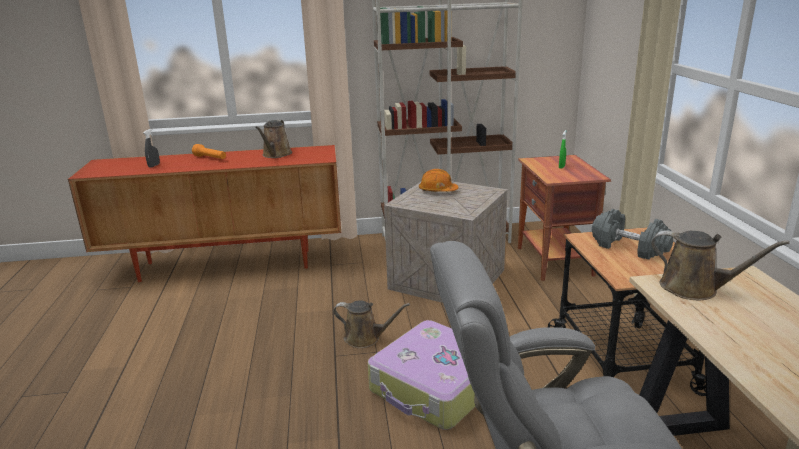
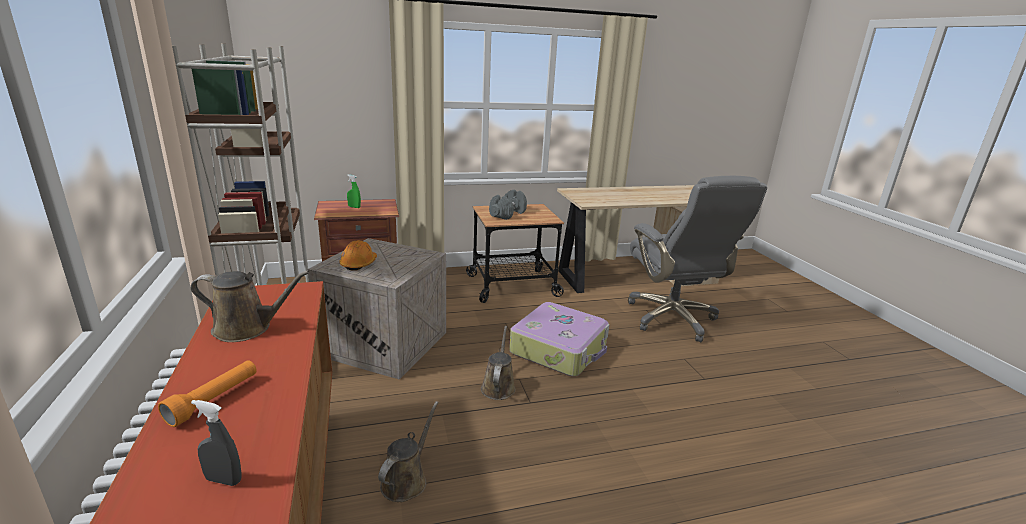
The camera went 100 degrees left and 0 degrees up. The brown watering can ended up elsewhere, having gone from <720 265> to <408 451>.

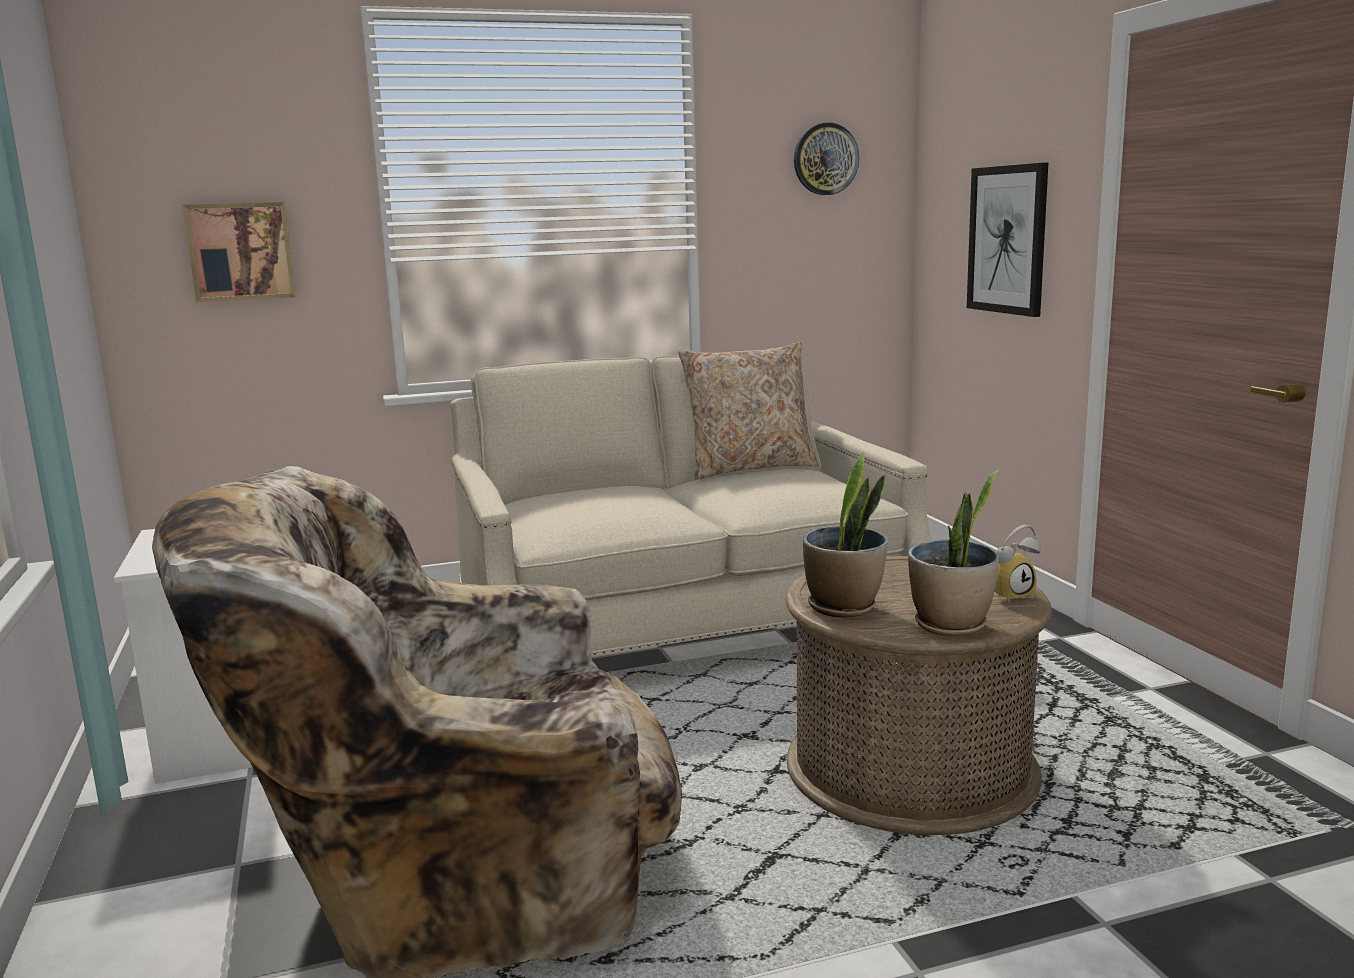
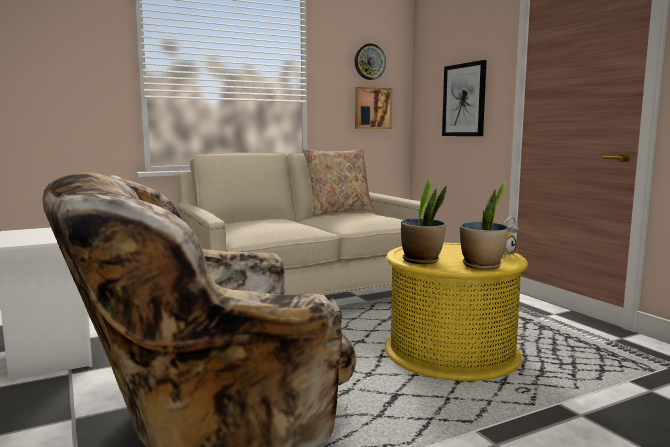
The camera went 10 degrees left and 5 degrees down. The picture ended up elsewhere, having gone from <239 252> to <373 108>. What was the brown coffee table at <919 695> turned into the yellow coffee table at <456 312>.

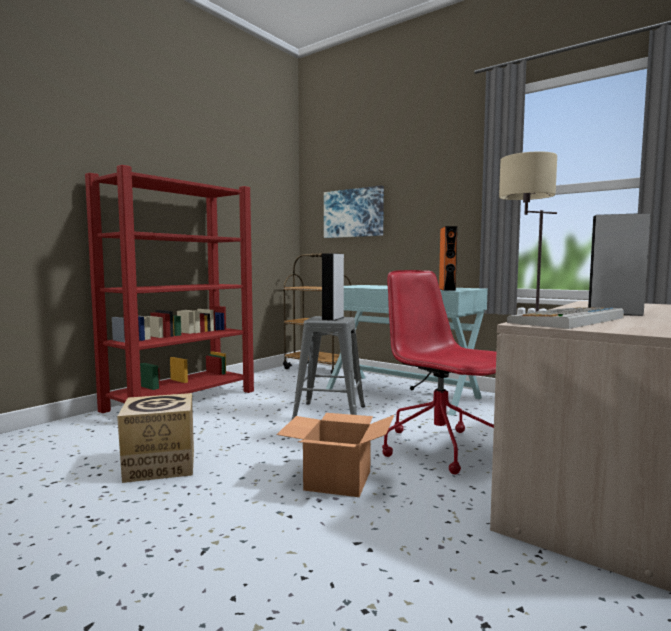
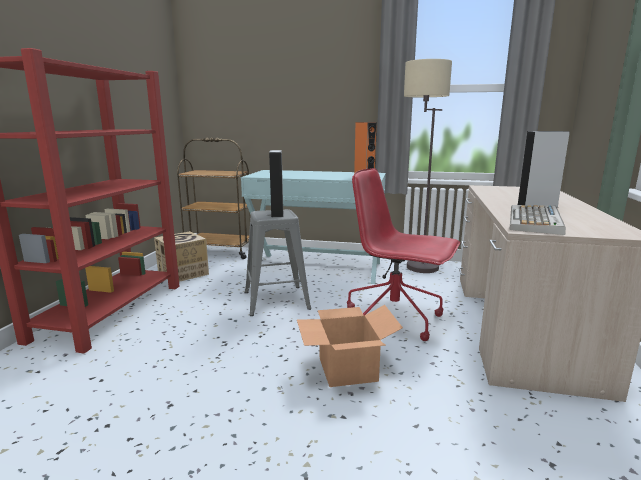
The camera went 25 degrees left and 10 degrees up. The second view lost the picture at <354 212>. The cardboard box ended up elsewhere, having gone from <155 438> to <181 256>.

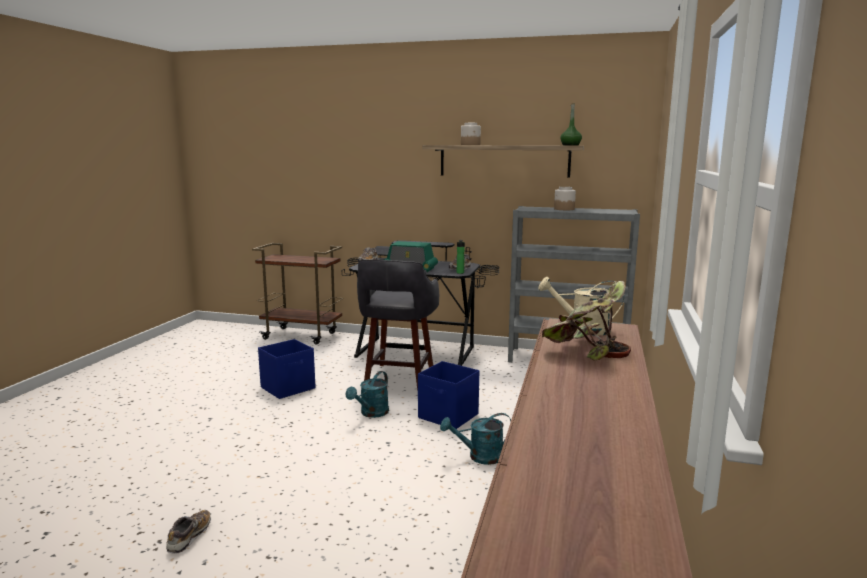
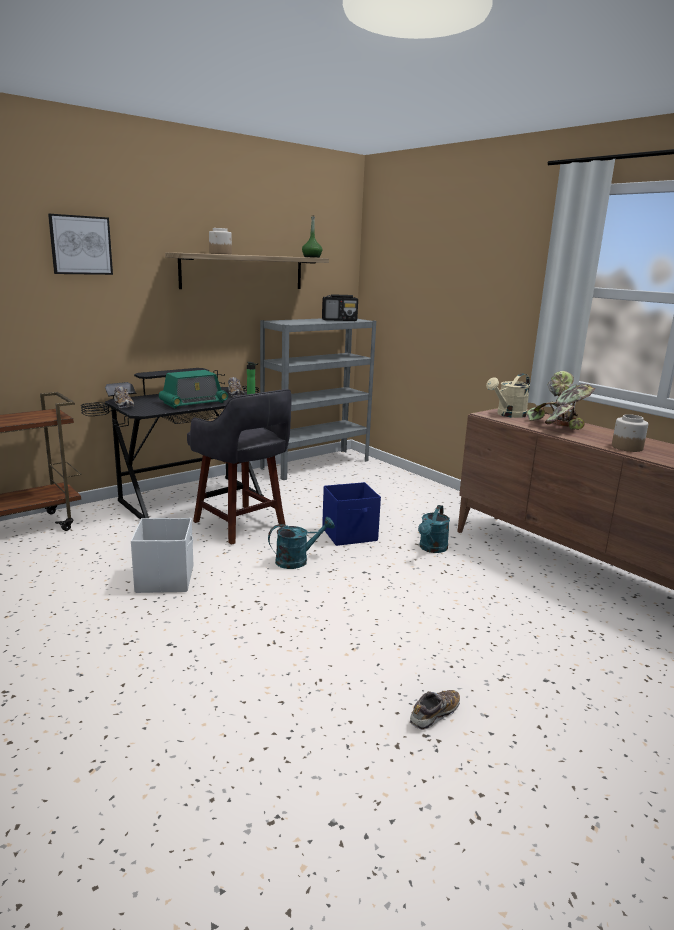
The camera went 55 degrees left and 5 degrees up. The second view gained the picture at <80 244>. The second view gained the radio at <340 307>. The jar ended up elsewhere, having gone from <565 198> to <630 433>. What was the blue storage box at <286 369> turned into the white storage box at <162 555>. The shoe at <188 532> ended up facing another way, 90 degrees clockwise from before. The turquoise watering can at <367 394> ended up facing another way, 90 degrees counterclockwise from before.

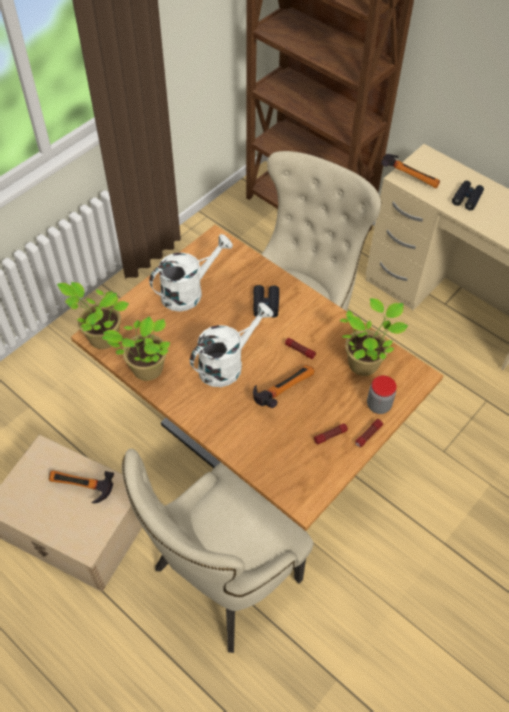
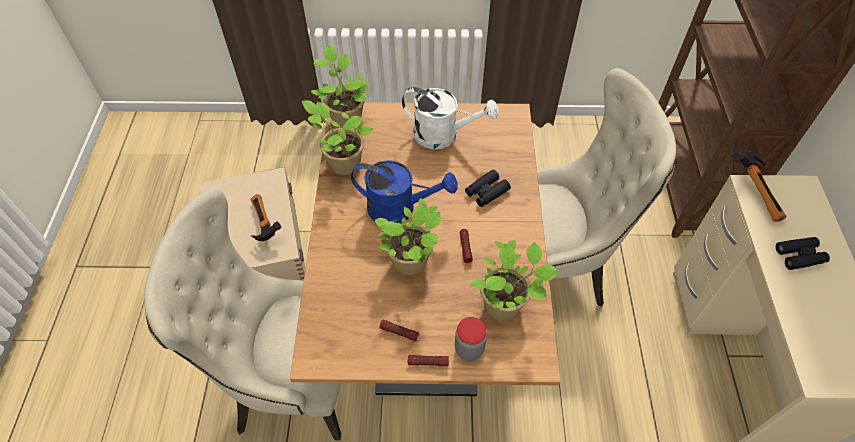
The camera went 50 degrees right and 0 degrees up. Where the hammer stood at <284 386>, the potted plant came to stand at <407 236>. What was the white watering can at <231 345> turned into the blue watering can at <404 191>.

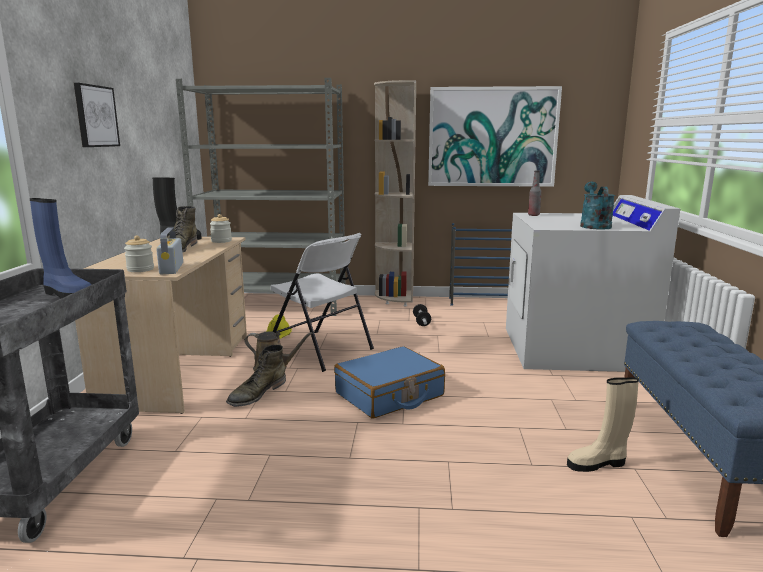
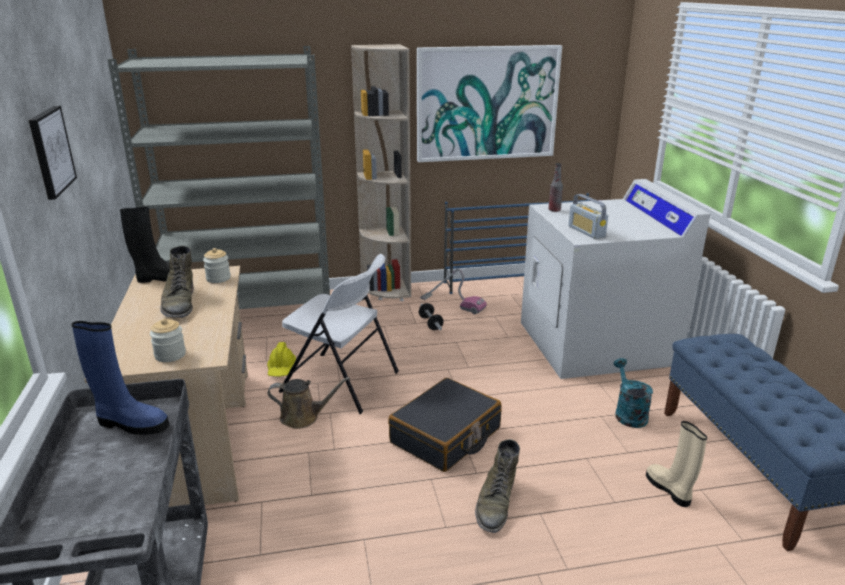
The camera went 15 degrees left and 10 degrees up. The second view gained the vacuum cleaner at <453 291>. The radio ended up elsewhere, having gone from <169 250> to <588 216>. The green boot ended up elsewhere, having gone from <256 376> to <497 486>. The turquoise watering can ended up elsewhere, having gone from <597 206> to <633 393>. What was the blue suitcase at <389 382> turned into the black suitcase at <445 425>. The beige boot at <603 424> ended up facing another way, 90 degrees clockwise from before.

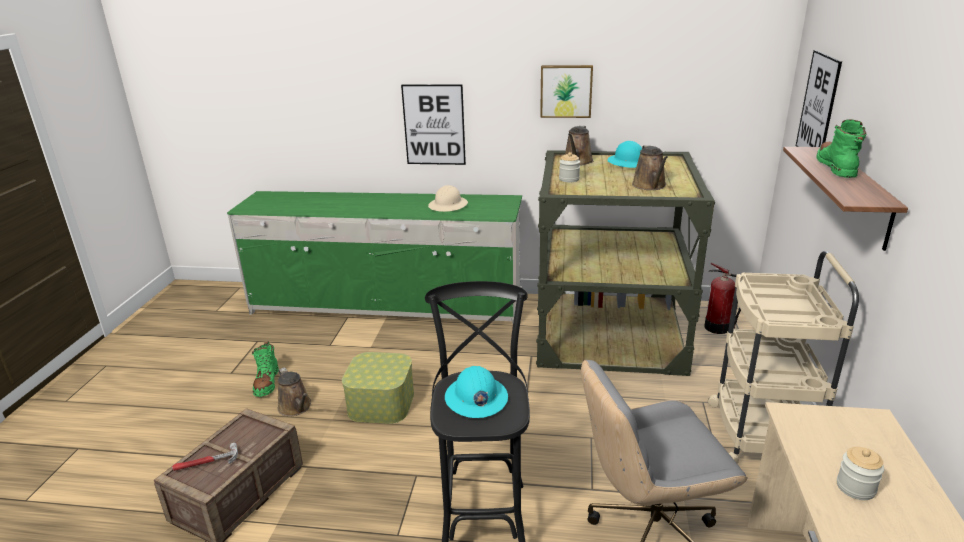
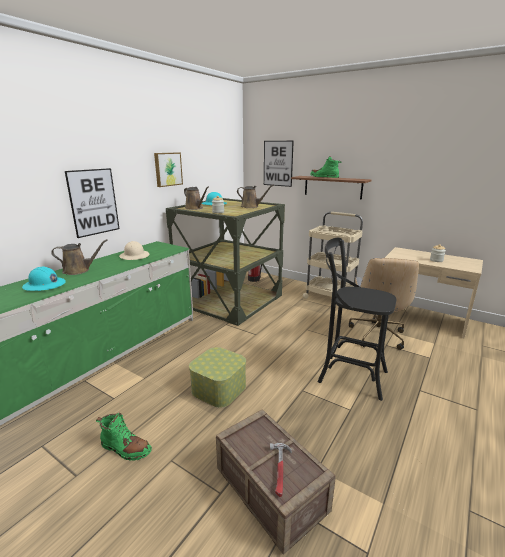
The camera went 65 degrees left and 5 degrees down. The brown watering can ended up elsewhere, having gone from <294 391> to <79 257>. The turquoise hard hat ended up elsewhere, having gone from <476 392> to <44 279>.

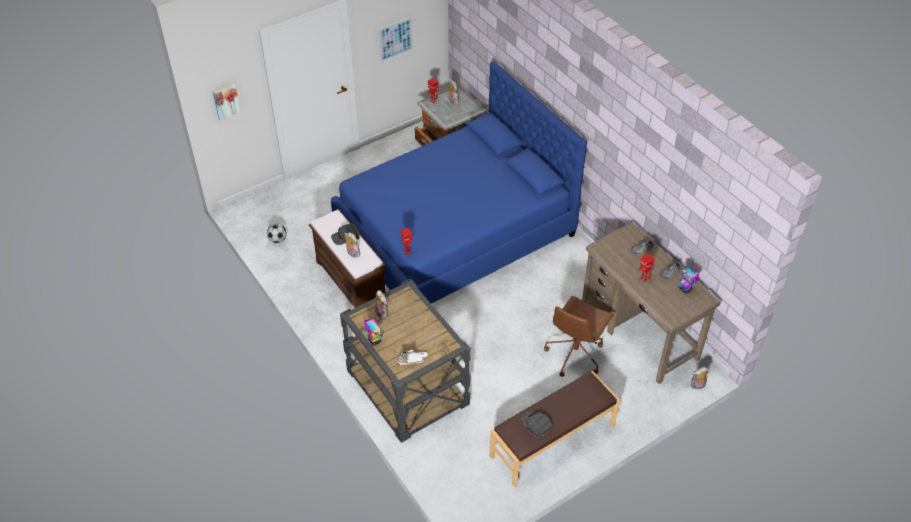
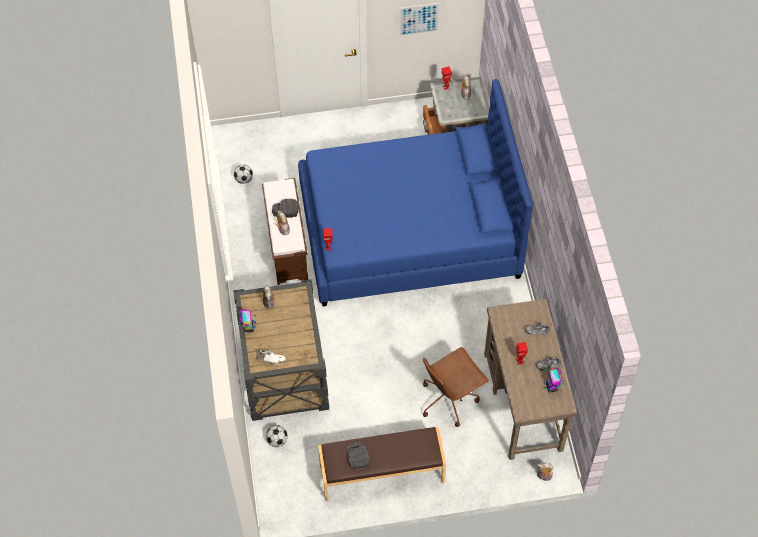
The camera went 25 degrees right and 10 degrees up. The second view lost the picture at <227 102>. The second view gained the football at <277 436>.

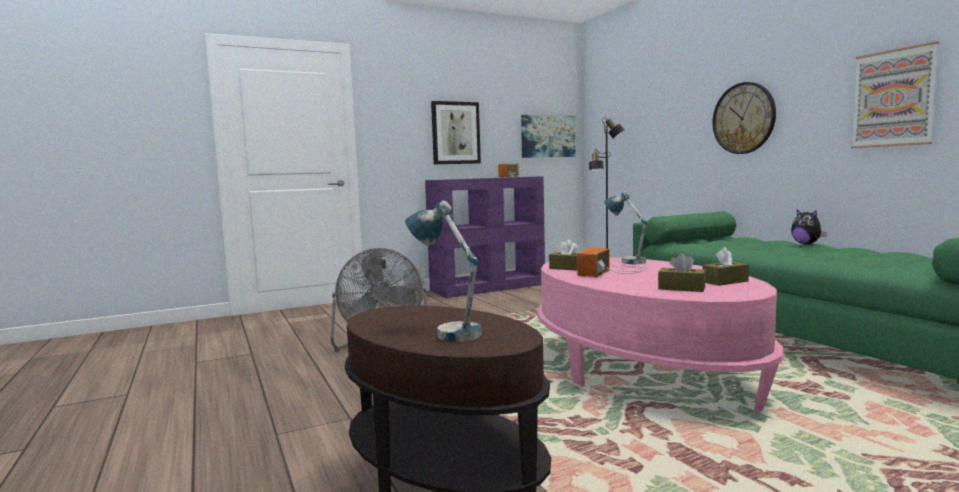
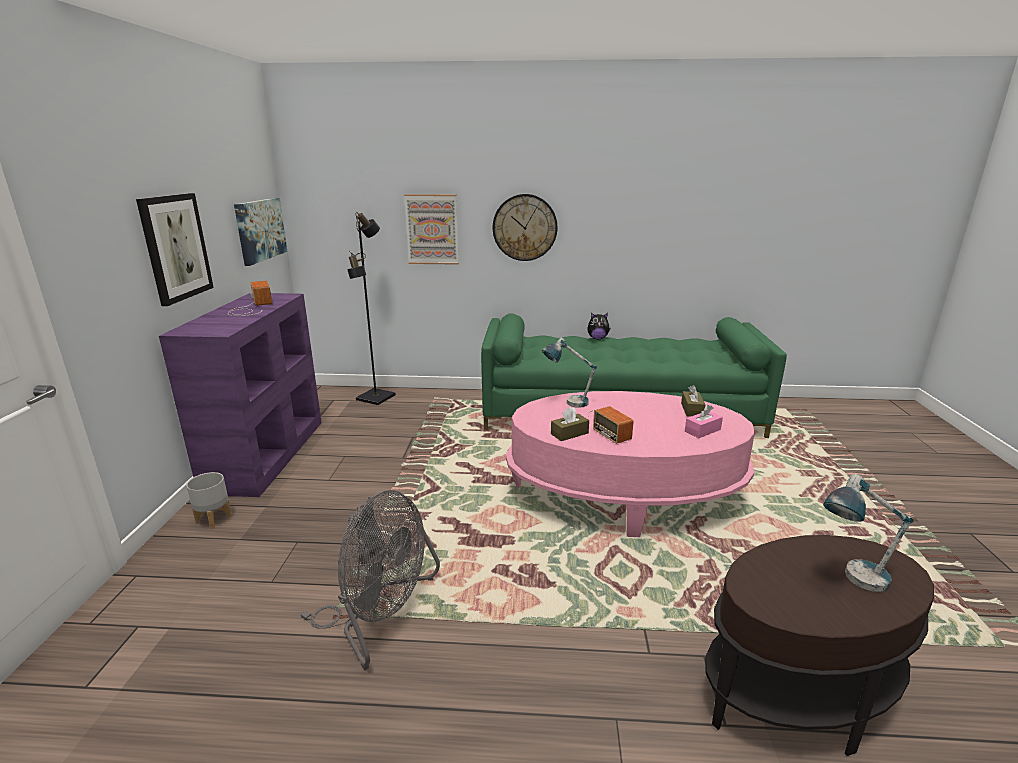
The camera went 60 degrees left and 15 degrees up. The picture ended up elsewhere, having gone from <895 94> to <431 229>. What was the brown tissue box at <682 272> turned into the pink tissue box at <704 421>.

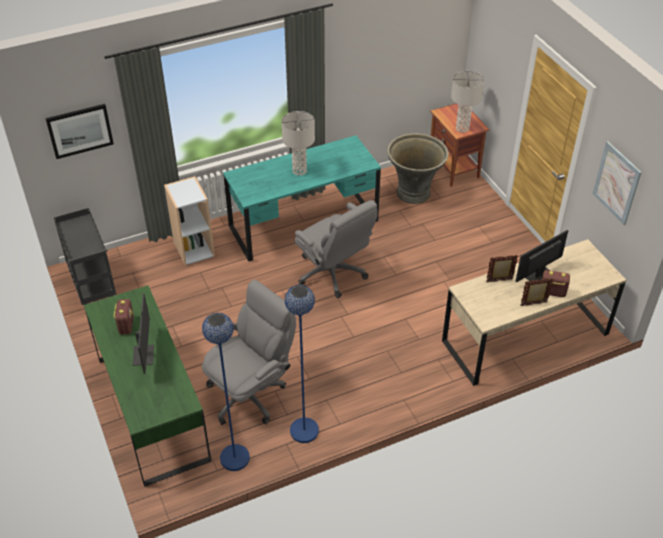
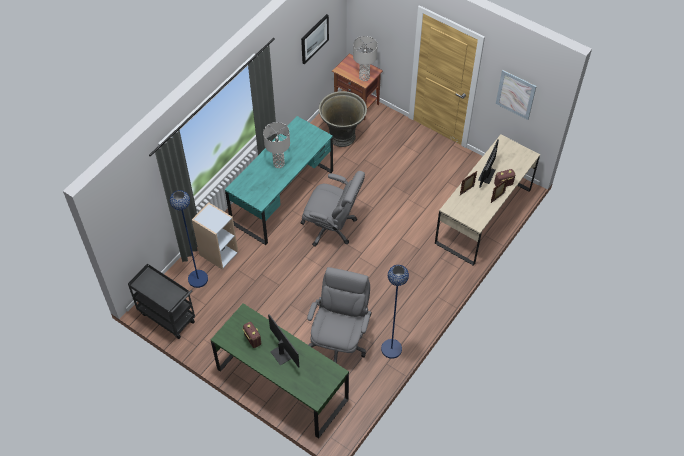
The camera went 30 degrees left and 10 degrees up. The picture ended up elsewhere, having gone from <79 131> to <315 39>. The blue floor lamp ended up elsewhere, having gone from <226 392> to <189 239>.

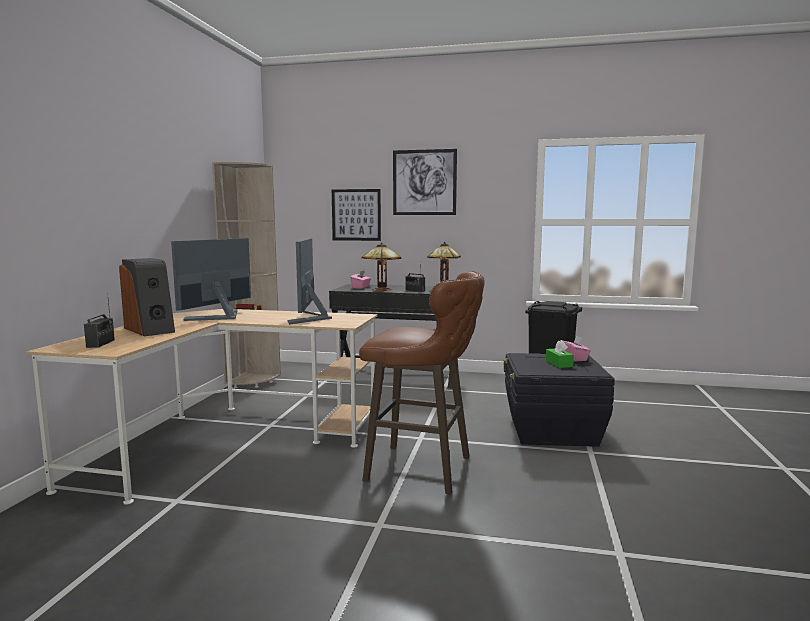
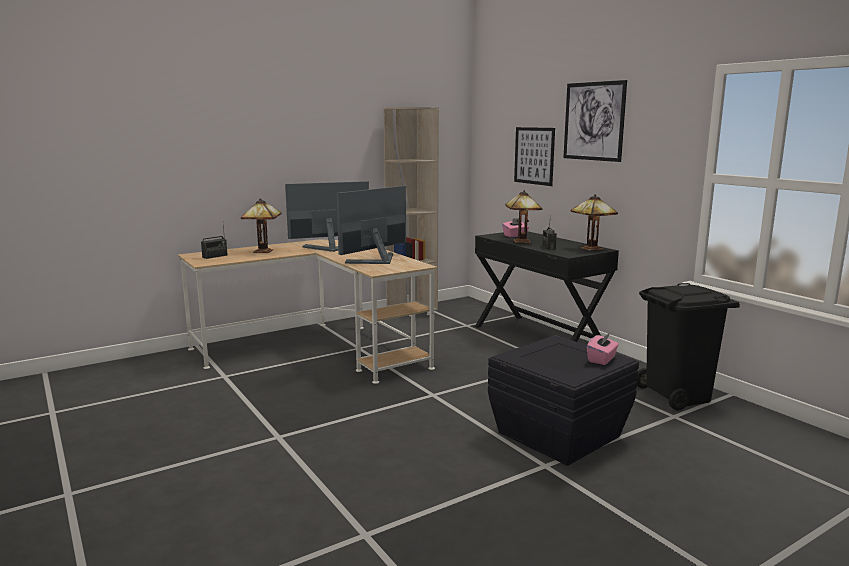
The camera went 45 degrees right and 5 degrees up. The second view lost the brown stool at <422 383>. The second view lost the green tissue box at <560 354>. Where the speaker stood at <147 297>, the table lamp came to stand at <261 225>.

